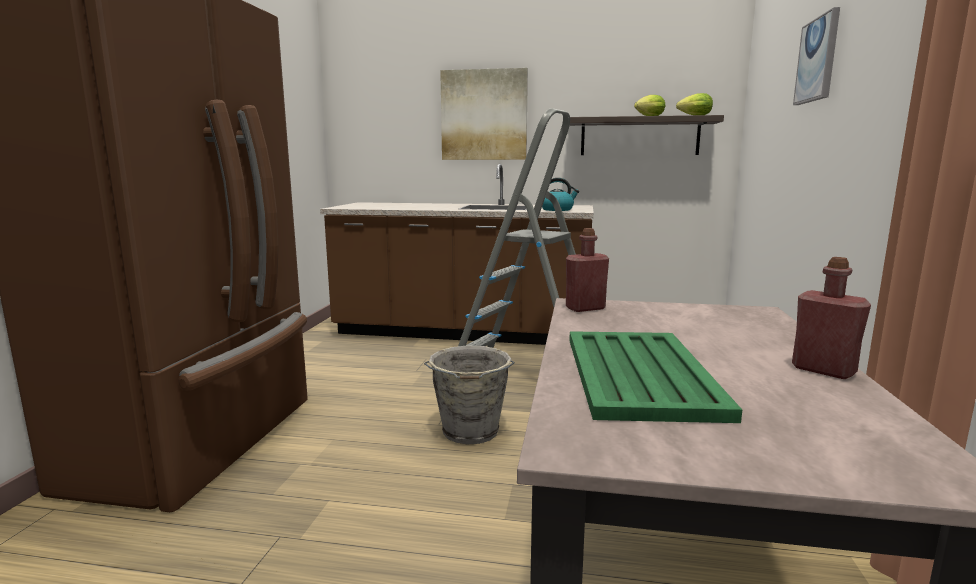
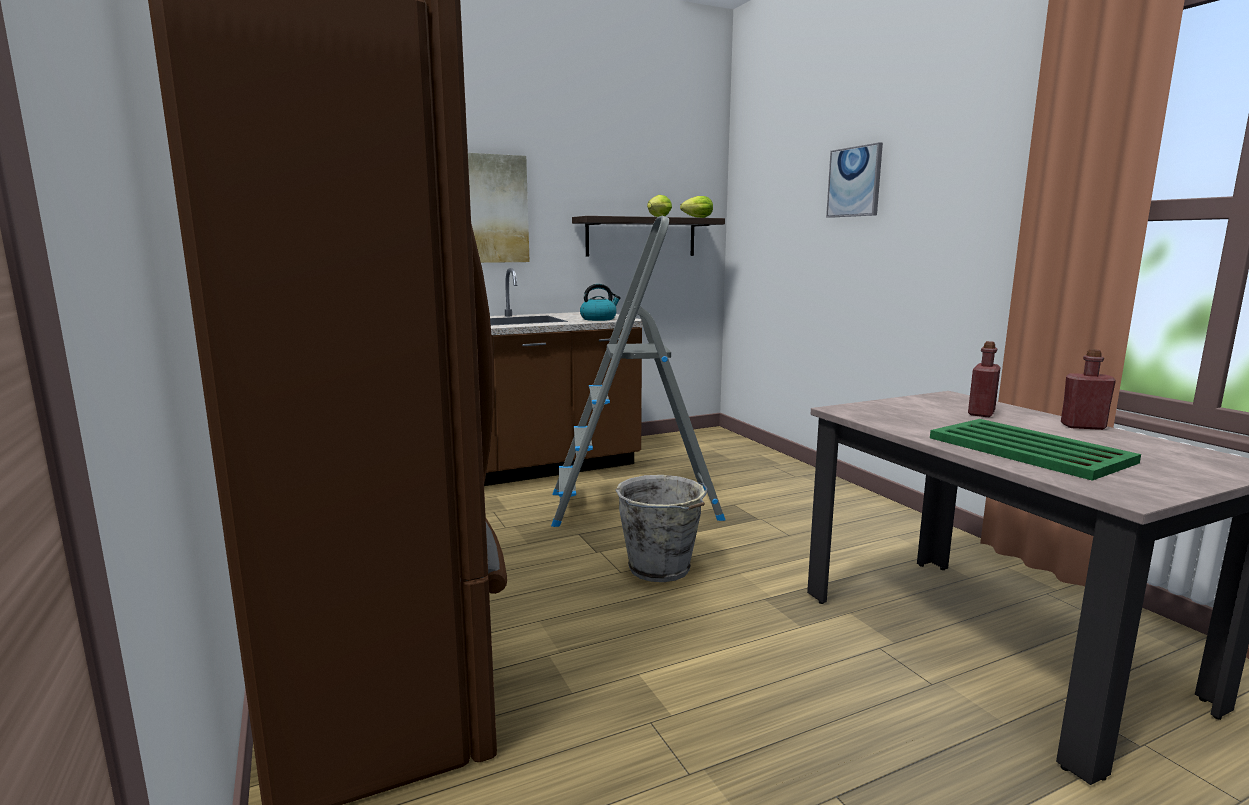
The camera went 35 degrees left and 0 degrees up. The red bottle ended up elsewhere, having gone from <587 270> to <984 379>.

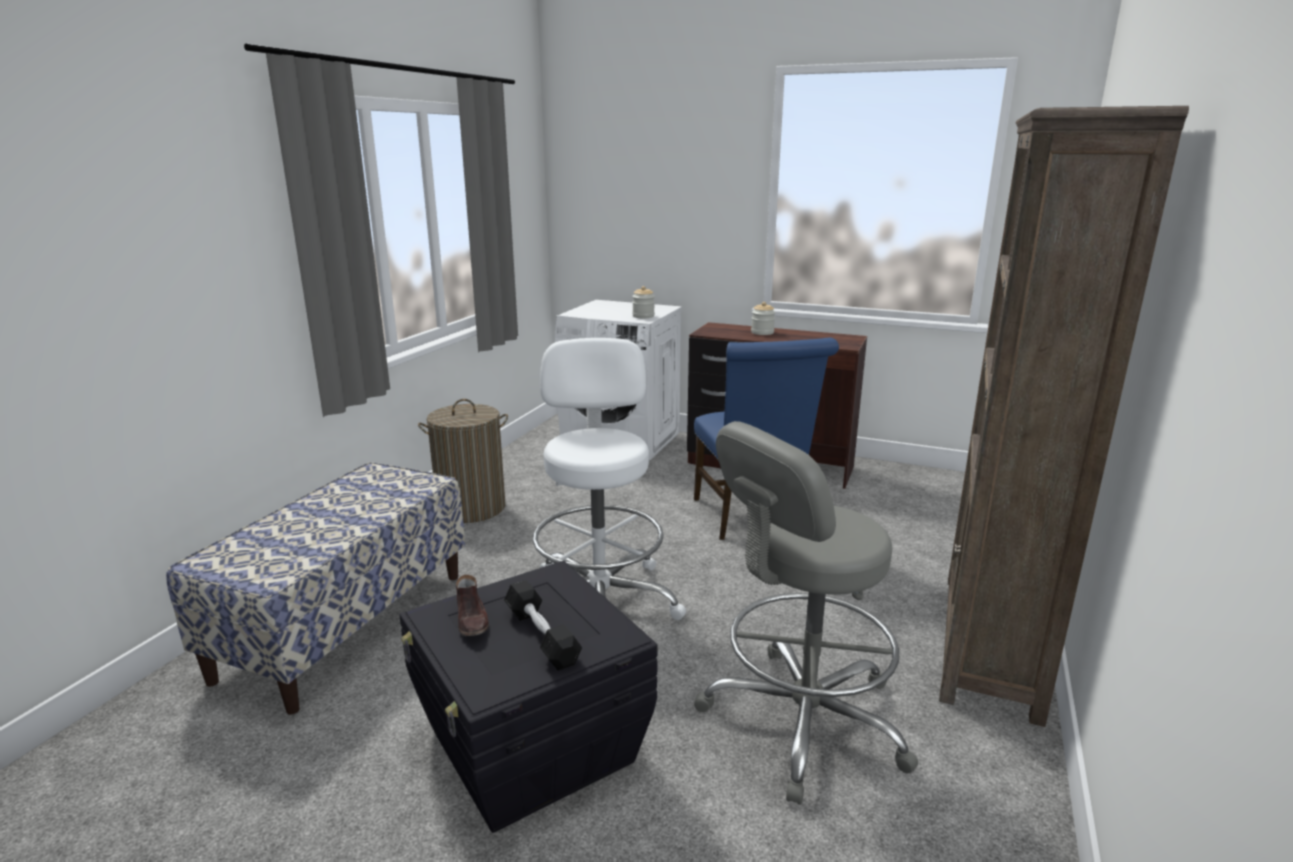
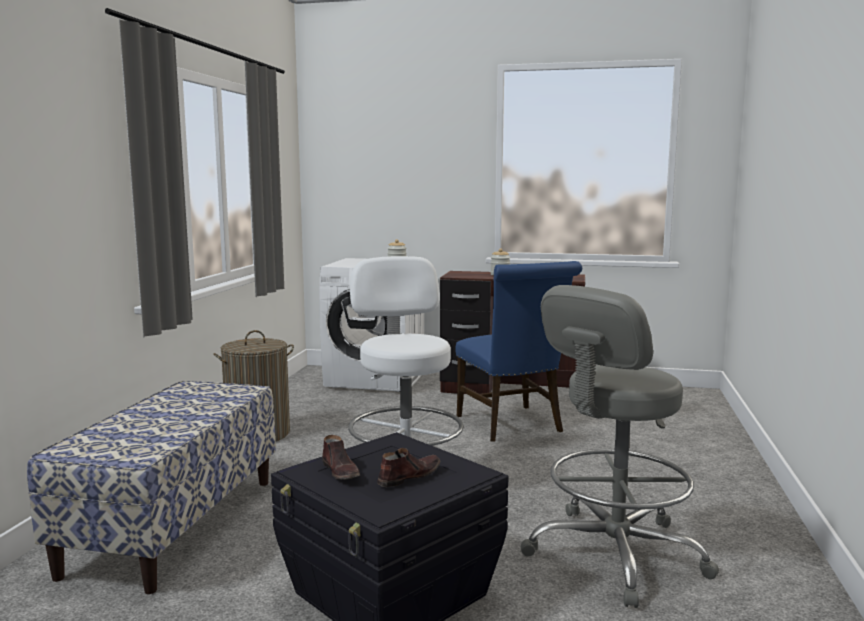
The camera went 10 degrees left and 10 degrees down. The second view lost the brown bookcase at <1064 416>. Where the black dumbbell stood at <543 625>, the brown shoe came to stand at <409 467>.

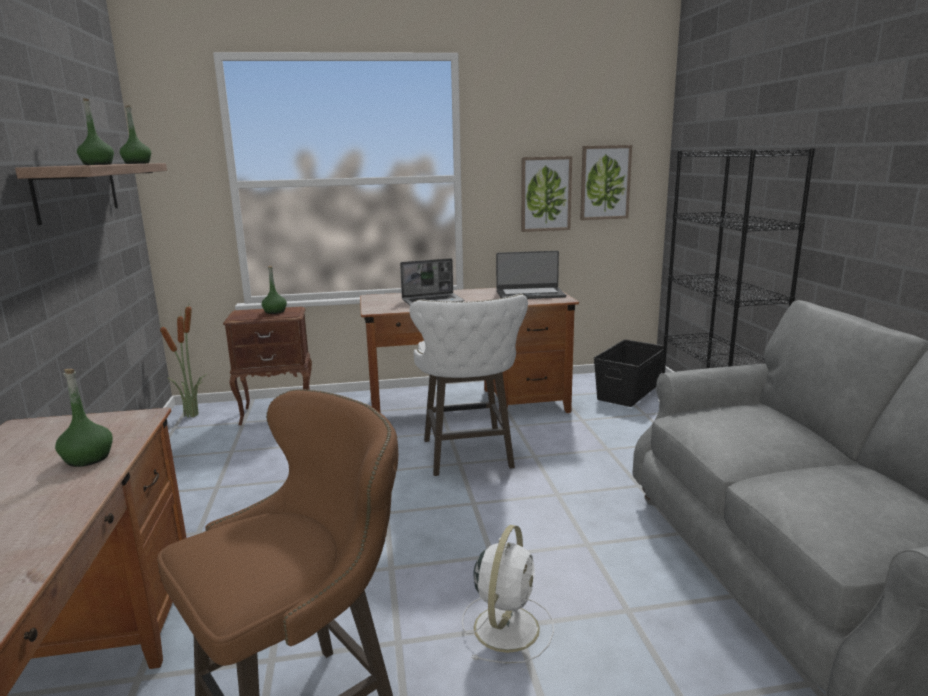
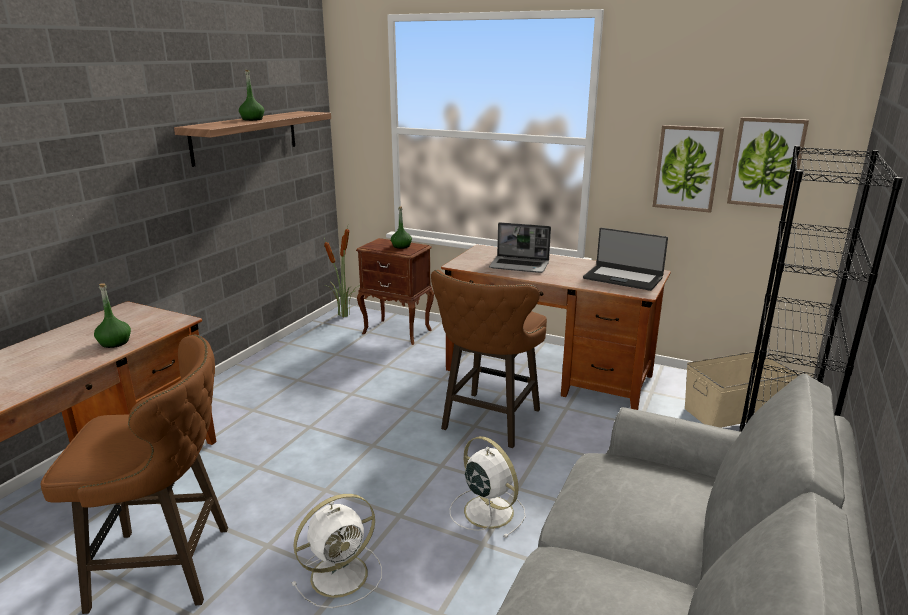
The camera went 35 degrees right and 5 degrees up. The second view lost the green bottle at <135 134>. The second view gained the white fan at <488 487>. What was the white stool at <468 385> turned into the brown stool at <489 359>. What was the black storage box at <629 373> turned into the beige storage box at <741 389>.

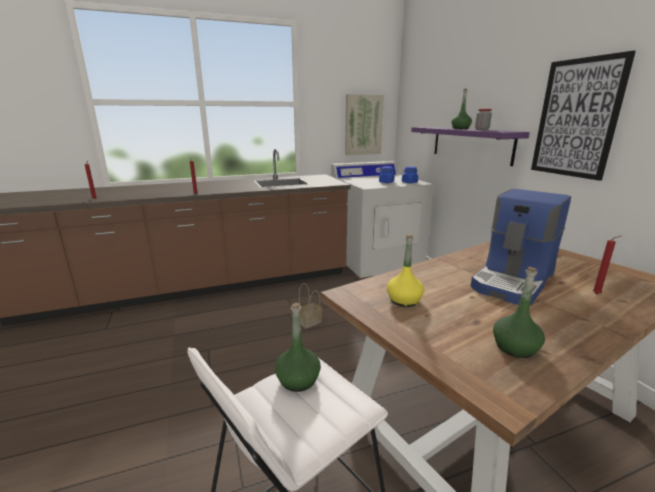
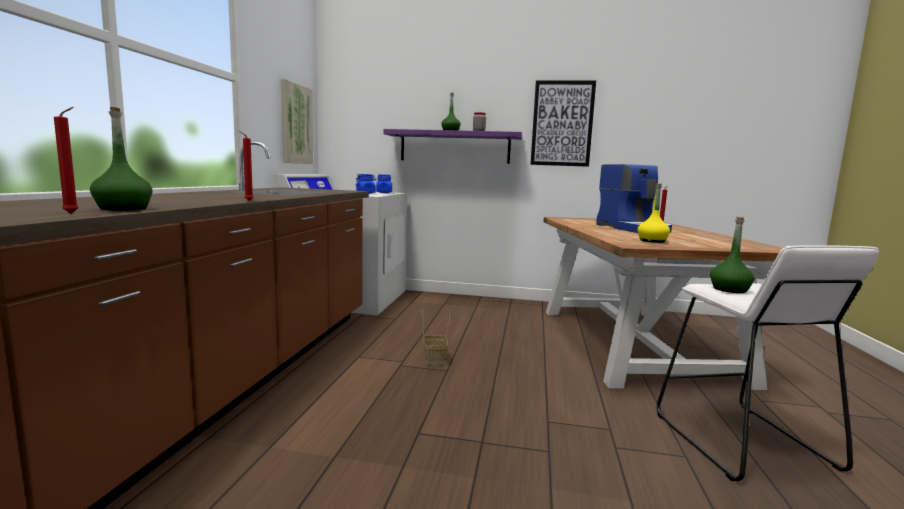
The camera went 60 degrees left and 10 degrees down. The green bottle ended up elsewhere, having gone from <519 312> to <121 159>.

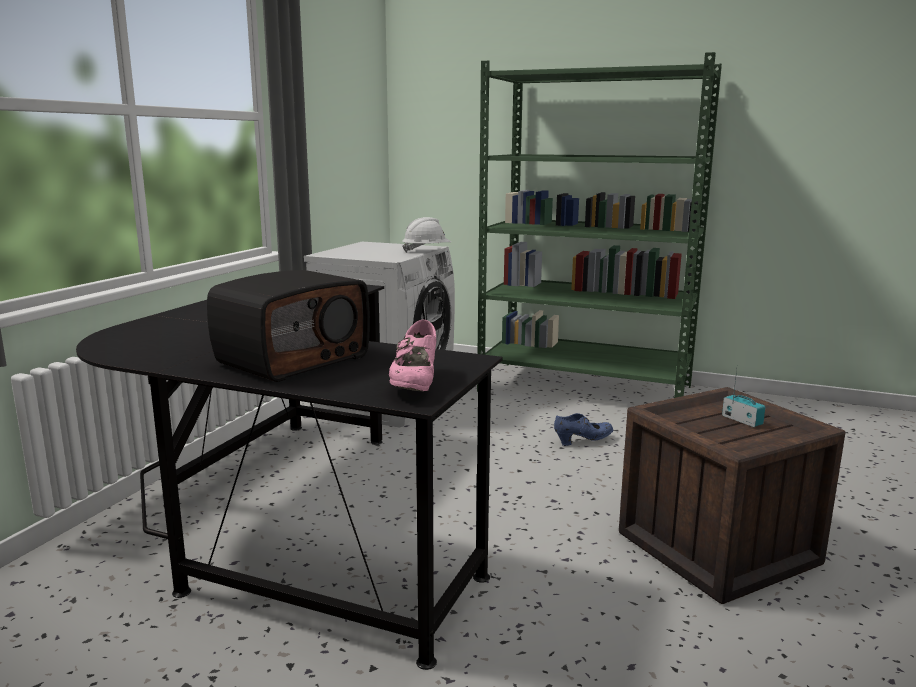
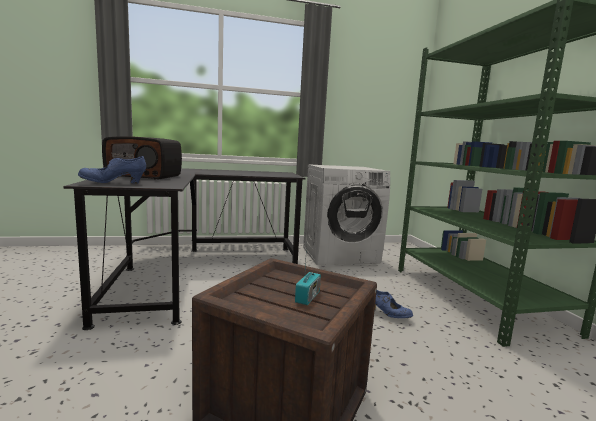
The camera went 55 degrees right and 5 degrees down. The second view lost the white hard hat at <426 235>. What was the pink shoe at <412 355> turned into the blue shoe at <112 170>.

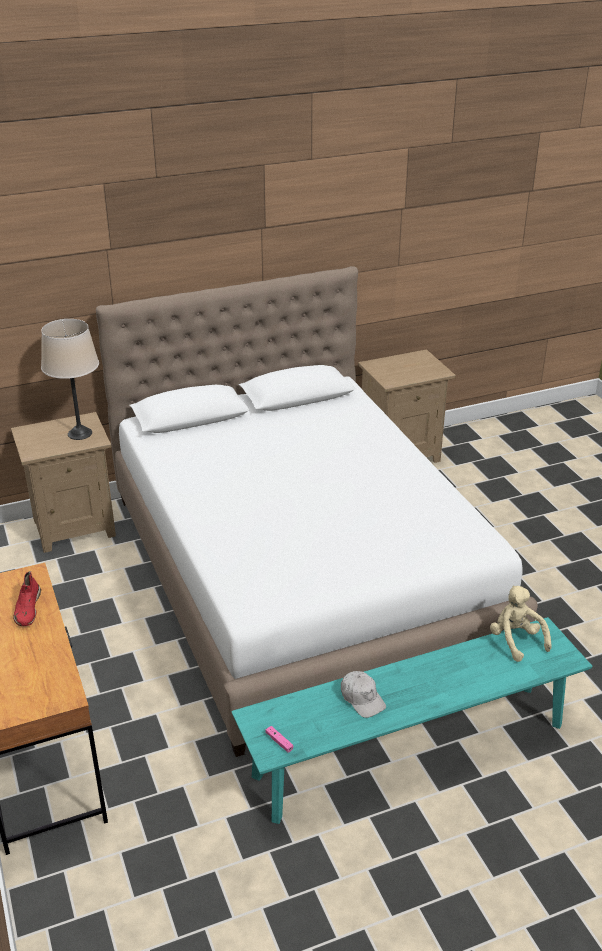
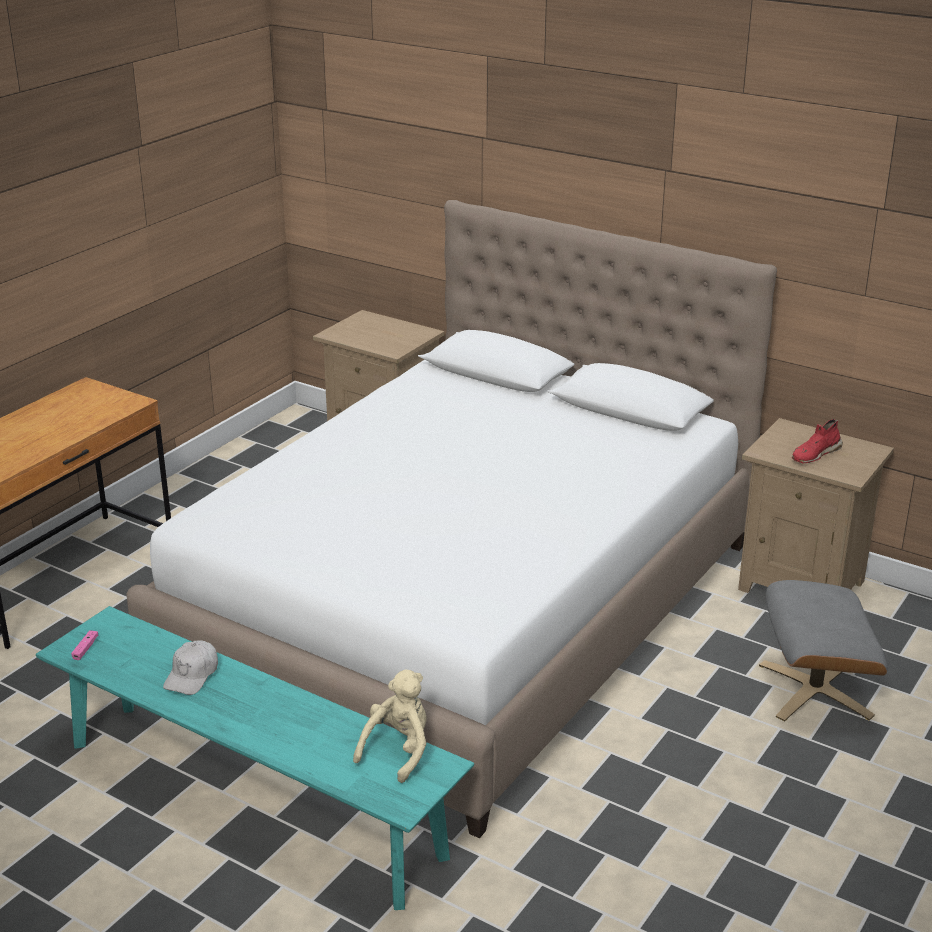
The camera went 55 degrees right and 5 degrees down. The second view lost the beige table lamp at <70 379>. The second view gained the grey ottoman at <823 651>. The red shoe ended up elsewhere, having gone from <27 598> to <817 441>.

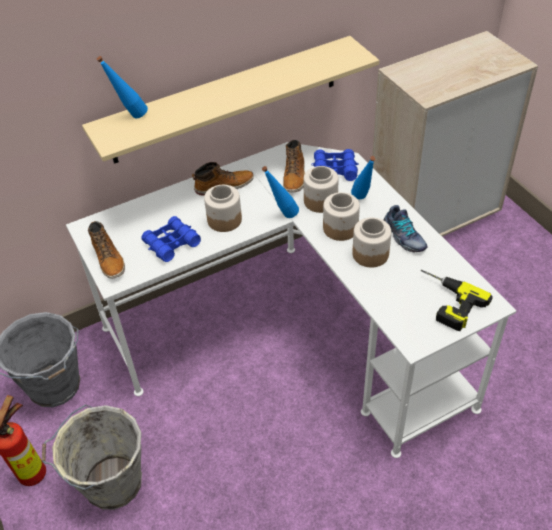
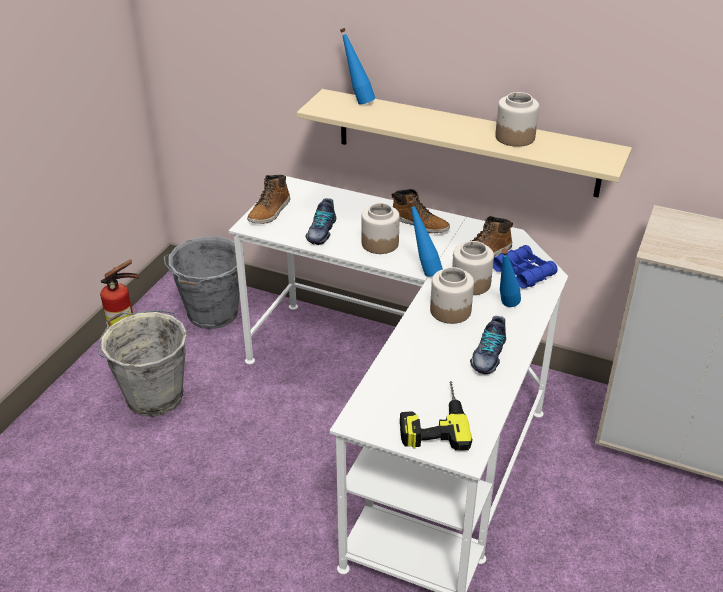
The camera went 50 degrees right and 10 degrees down. The jar ended up elsewhere, having gone from <371 242> to <517 119>. Where the blue binoculars stood at <171 239>, the shoe came to stand at <321 221>.

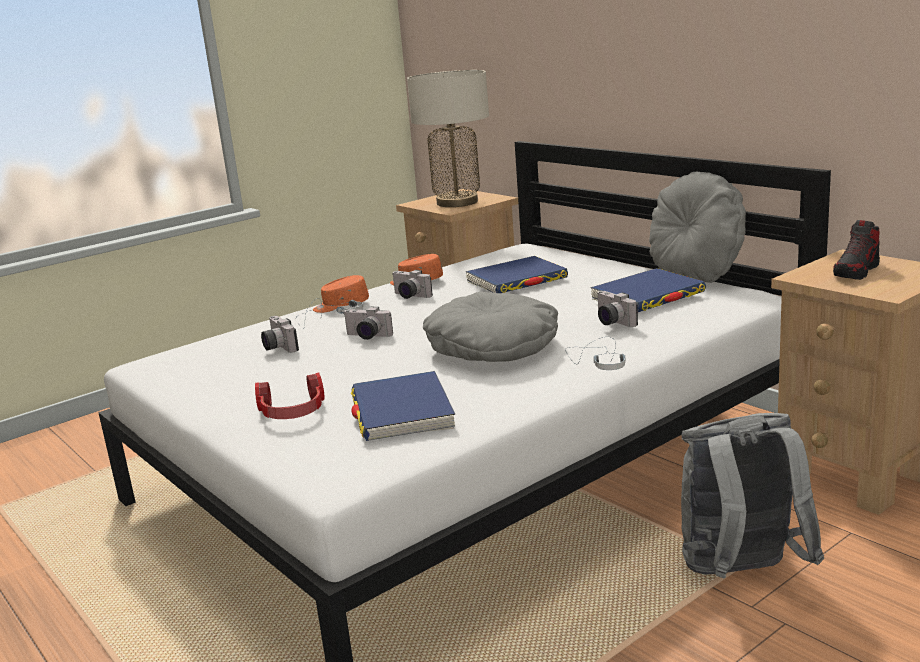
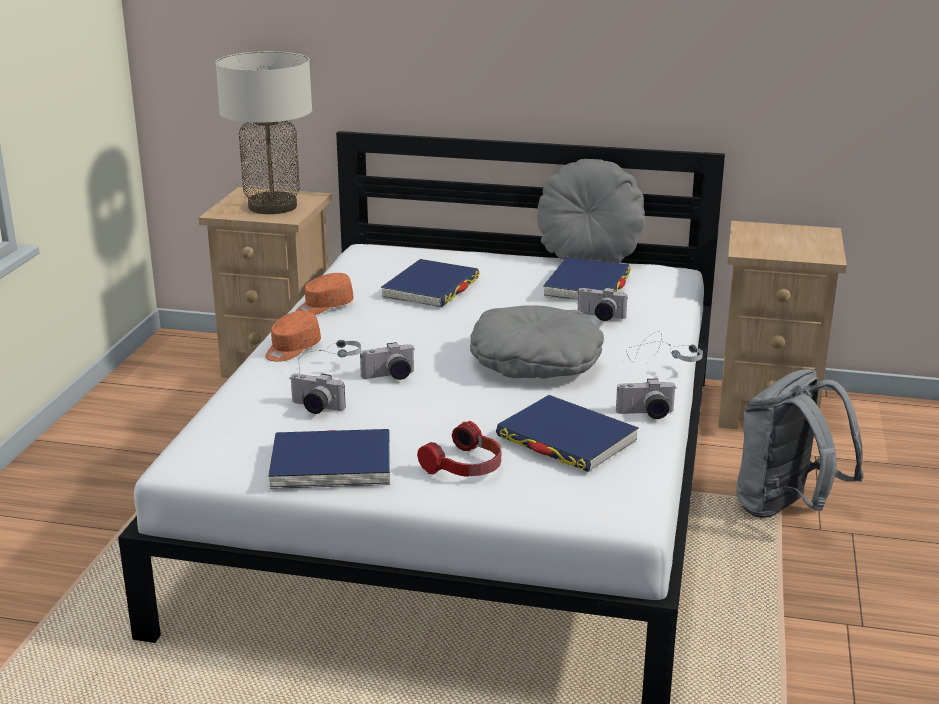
The camera went 40 degrees left and 5 degrees up. The second view lost the shoe at <856 250>. The second view gained the blue book at <329 459>. The photo camera ended up elsewhere, having gone from <413 284> to <646 398>.

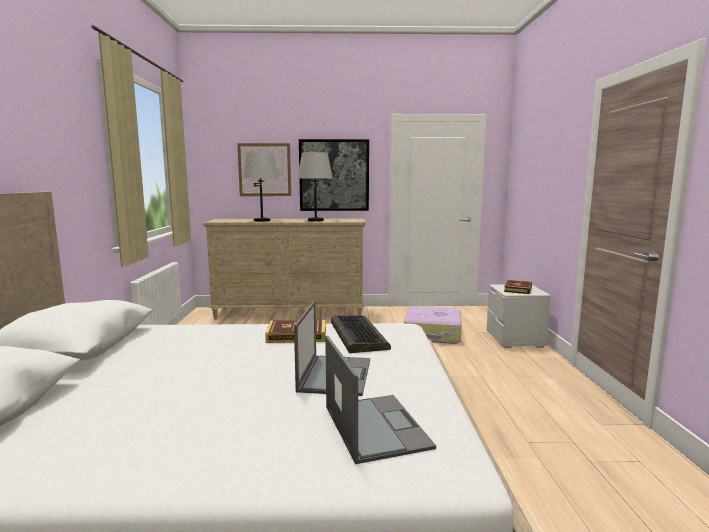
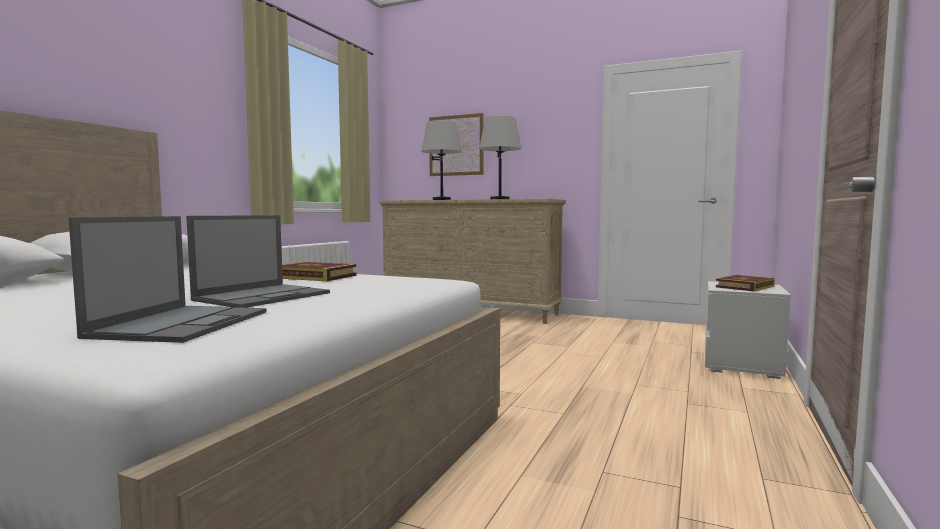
The camera went 25 degrees right and 5 degrees down. The second view lost the picture at <334 175>. The second view lost the keyboard at <361 334>. The second view lost the suitcase at <433 325>.

